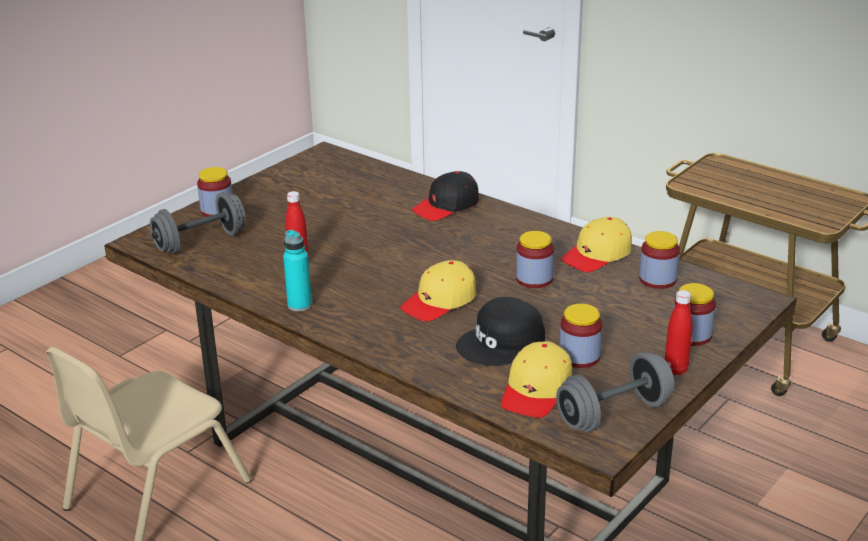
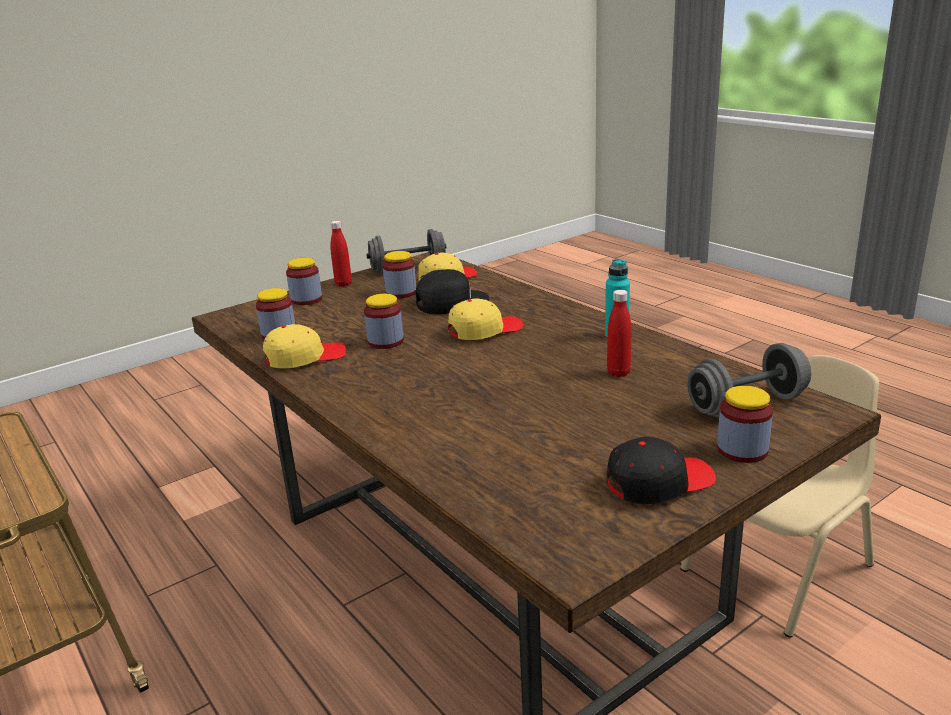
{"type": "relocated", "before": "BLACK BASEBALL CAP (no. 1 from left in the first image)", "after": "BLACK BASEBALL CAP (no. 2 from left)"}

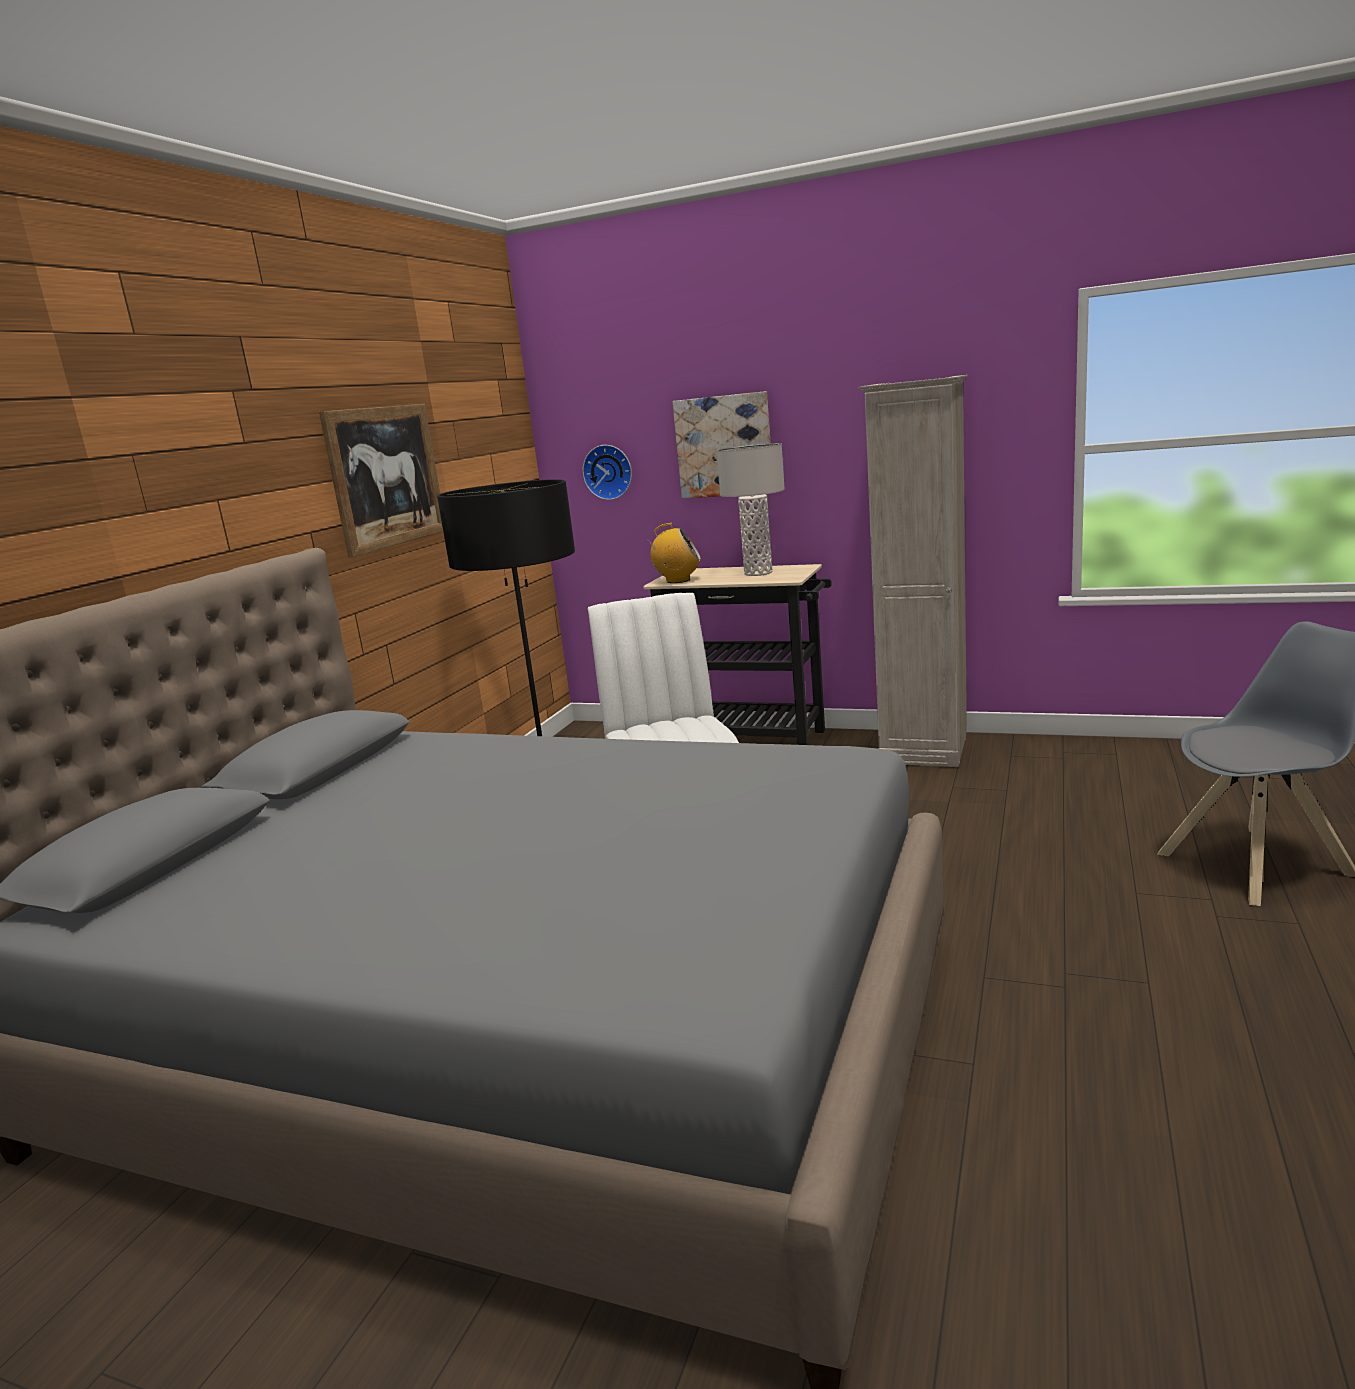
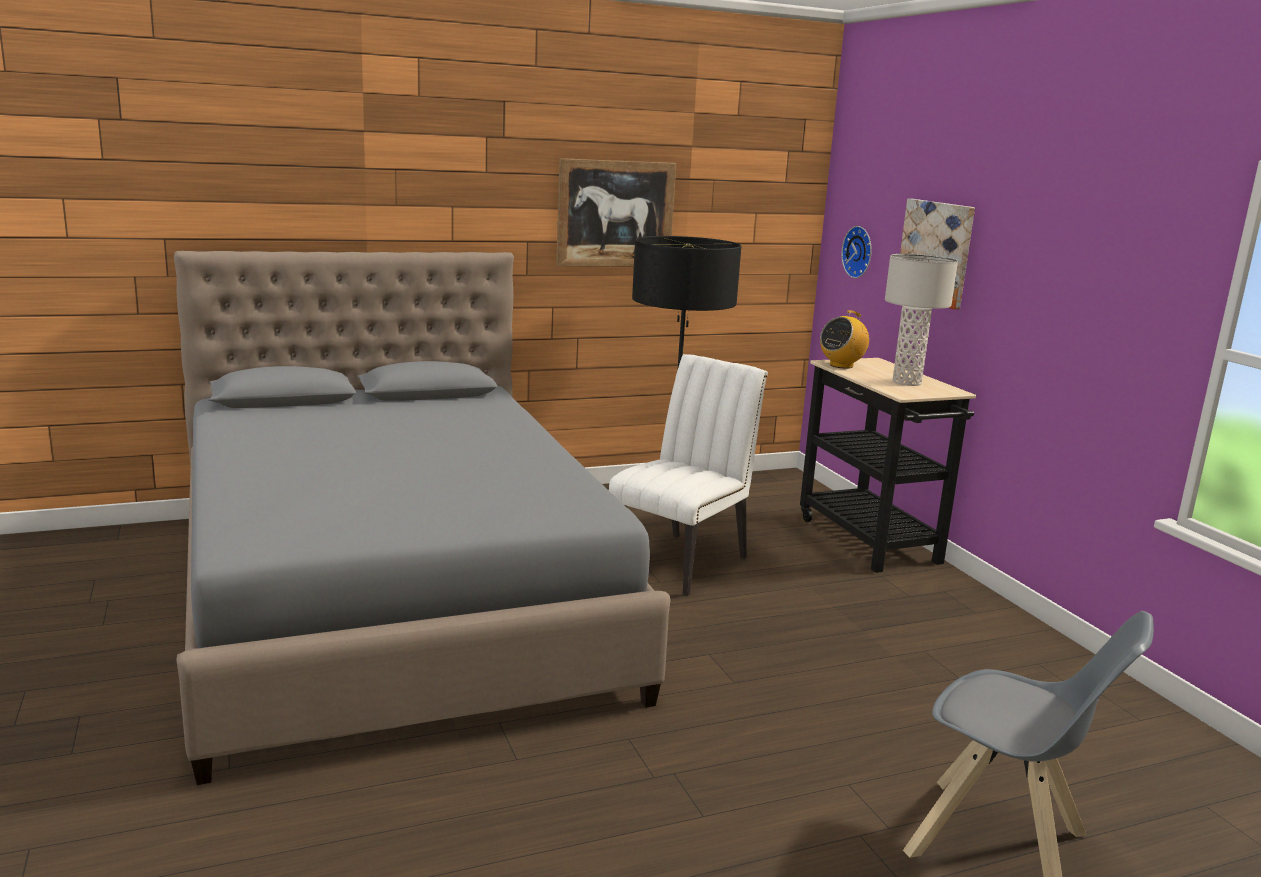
{"type": "spun", "before": "RADIO", "turn": 90}
{"type": "missing", "before": "SAND-COLOURED STORAGE CABINET"}

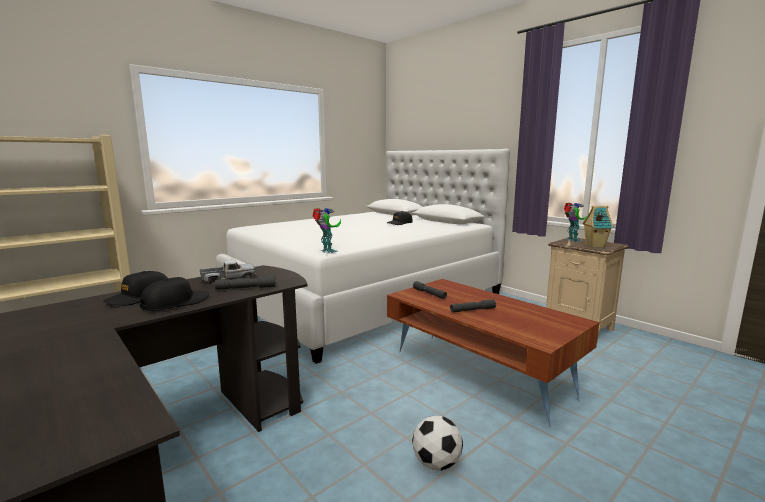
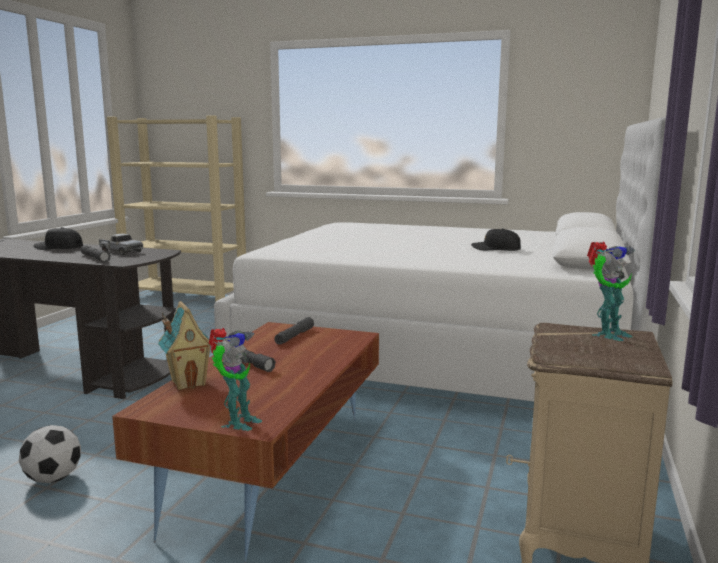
{"type": "relocated", "before": "TOY HOUSE"}
{"type": "relocated", "before": "ROBOT FIGURE (no. 1 from left)"}
{"type": "missing", "before": "BLACK BASEBALL CAP (no. 2 from left)"}

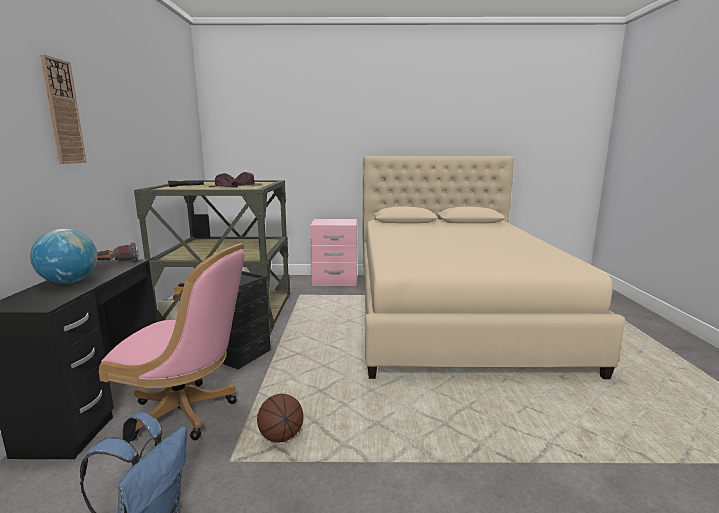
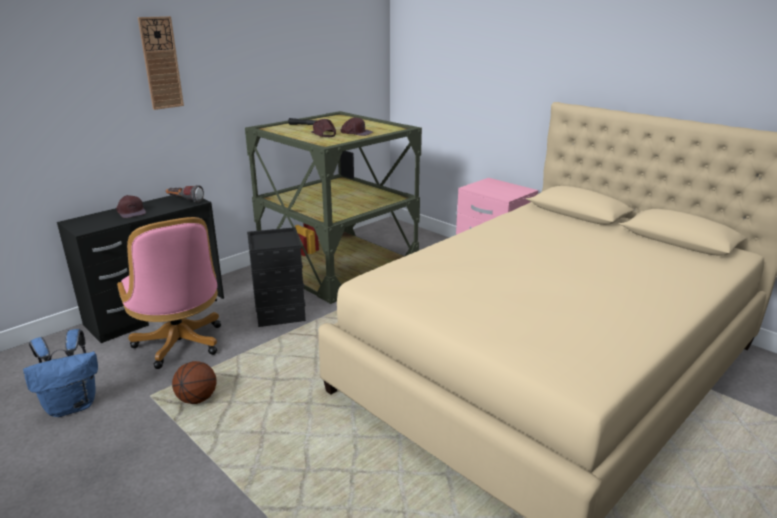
{"type": "exchanged", "before": "GLOBE", "after": "BROWN-COLOURED BASEBALL CAP (no. 1 from left)"}

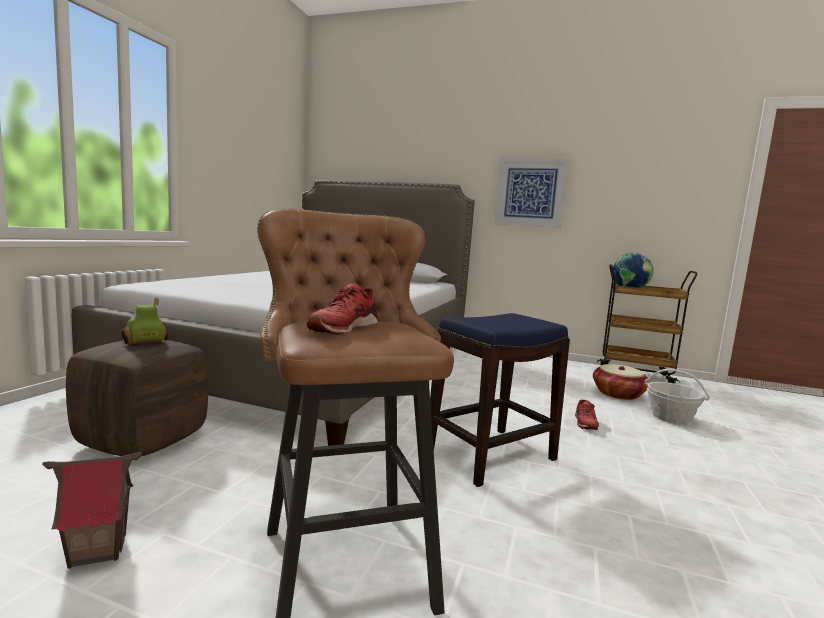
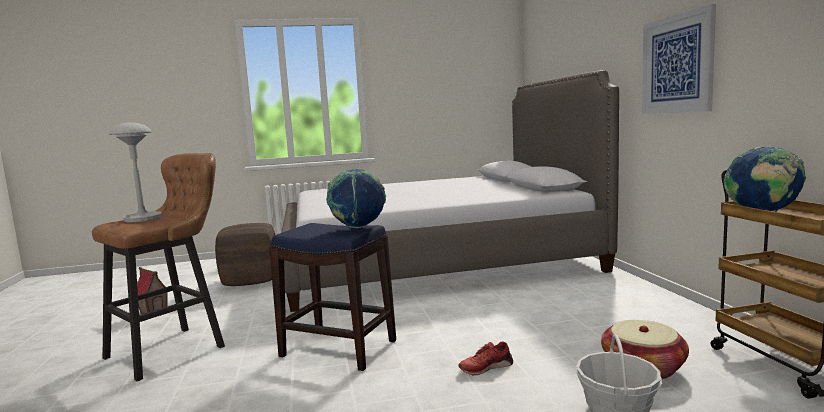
{"type": "exchanged", "before": "RED-COLOURED ITEM OF FOOTWEAR (no. 1 from left)", "after": "GREYISH TABLETOP LAMP"}
{"type": "appeared", "after": "GLOBE (no. 1 from left)"}
{"type": "missing", "before": "MINIATURE CAR"}

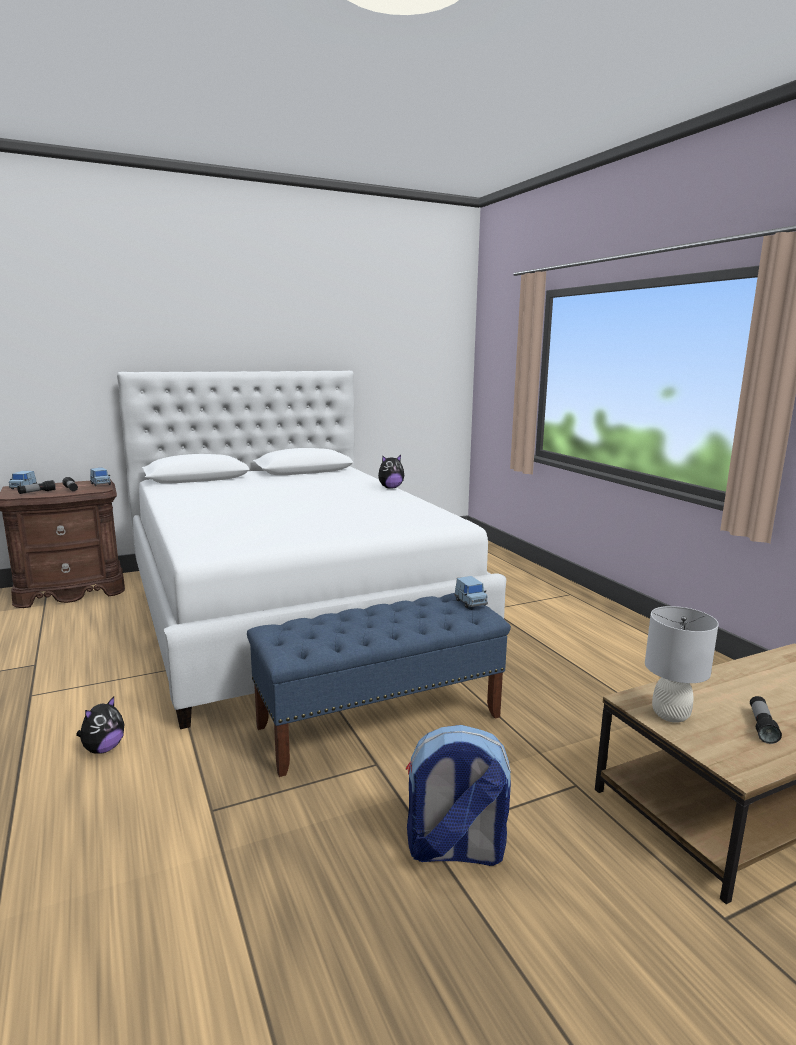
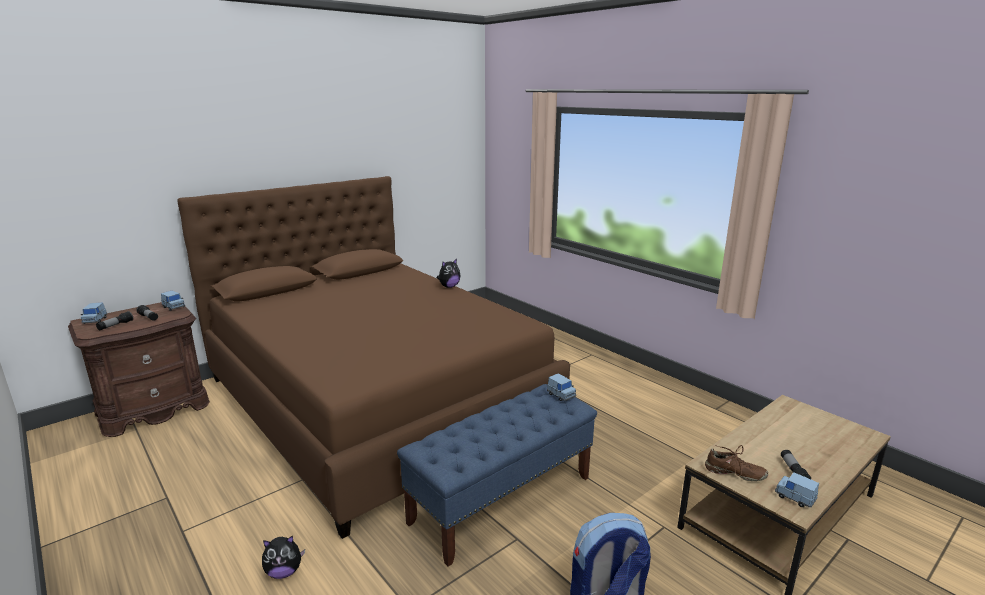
{"type": "colour", "before": "WHITE-COLOURED SLEEPING BED", "after": "BROWN-COLOURED SLEEPING BED"}
{"type": "spun", "before": "PLUSH TOY (no. 1 from left)", "turn": 60}
{"type": "exchanged", "before": "GREYISH TABLETOP LAMP", "after": "BROWN-COLOURED ITEM OF FOOTWEAR"}
{"type": "appeared", "after": "BLUE MINIATURE CAR (no. 4 from left)"}

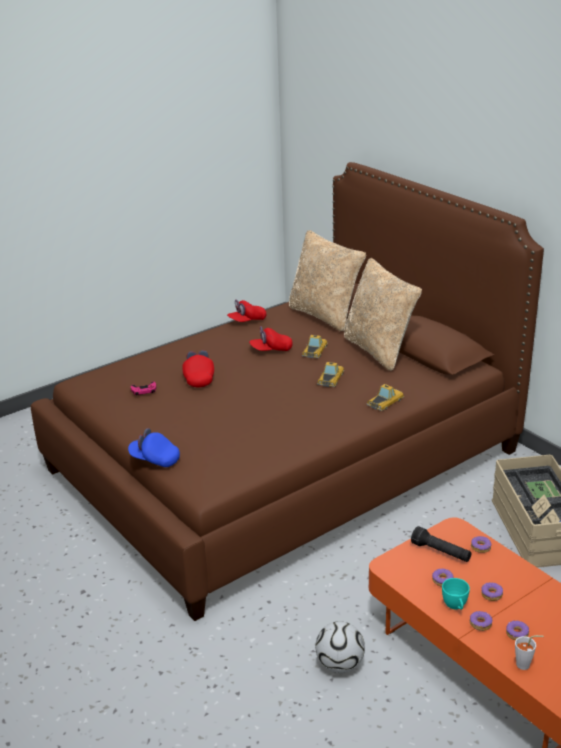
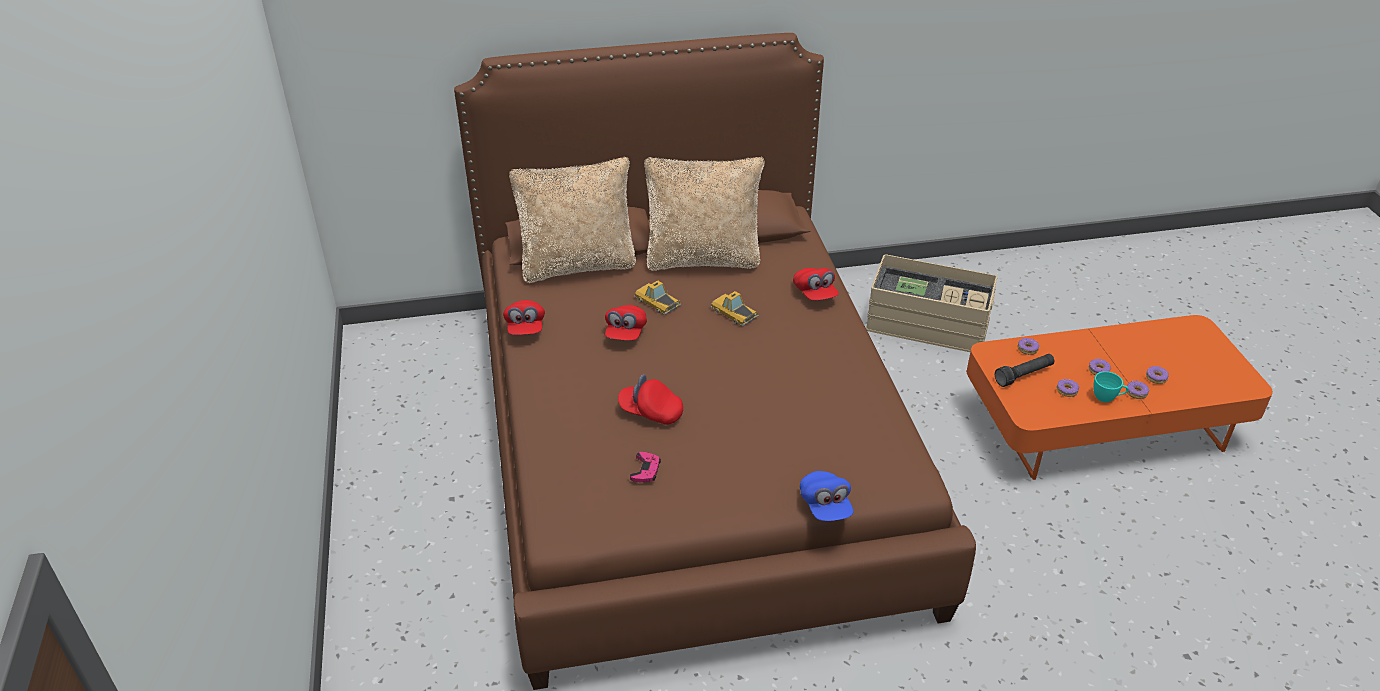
{"type": "exchanged", "before": "MINIATURE CAR (no. 3 from left)", "after": "RED-COLOURED BASEBALL CAP (no. 4 from left)"}
{"type": "spun", "before": "BLUE BASEBALL CAP", "turn": -60}
{"type": "missing", "before": "FOOTBALL"}
{"type": "missing", "before": "WHITE-COLOURED DRINKING CUP"}

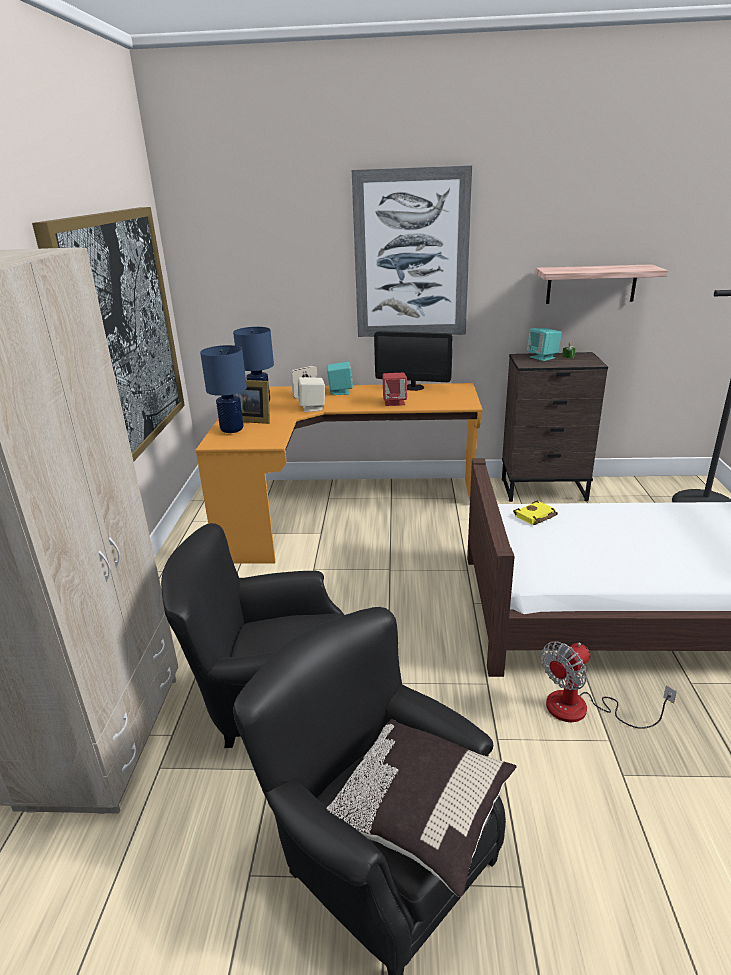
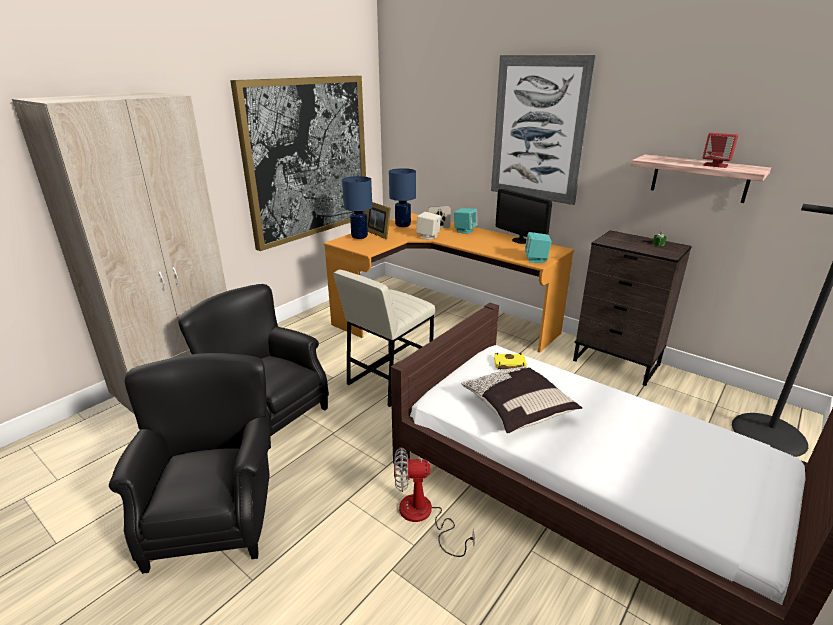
{"type": "appeared", "after": "SAND-COLOURED PLAIN CHAIR"}
{"type": "relocated", "before": "PILLOW"}
{"type": "relocated", "before": "TURQUOISE LOUDSPEAKER (no. 2 from left)"}
{"type": "relocated", "before": "RED-COLOURED LOUDSPEAKER"}

